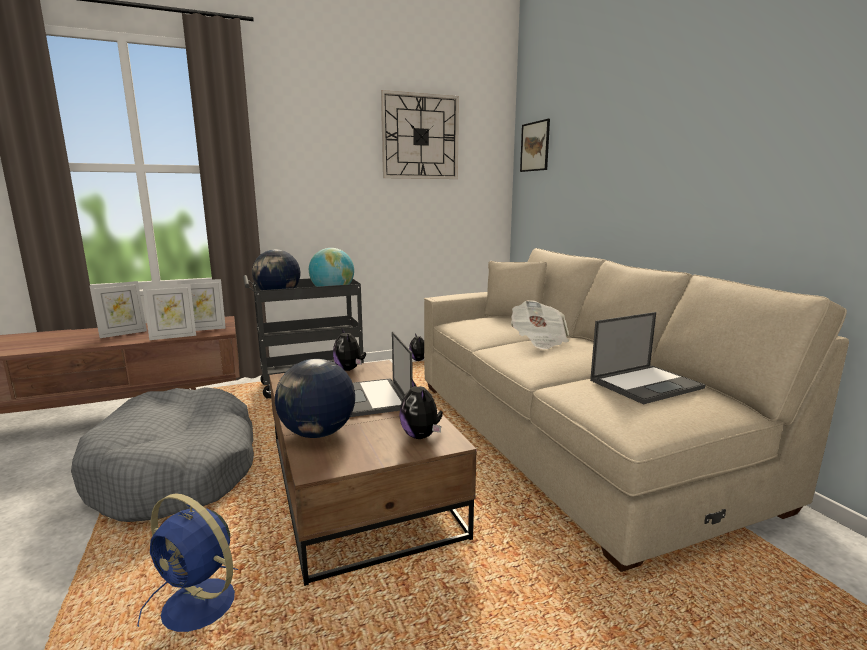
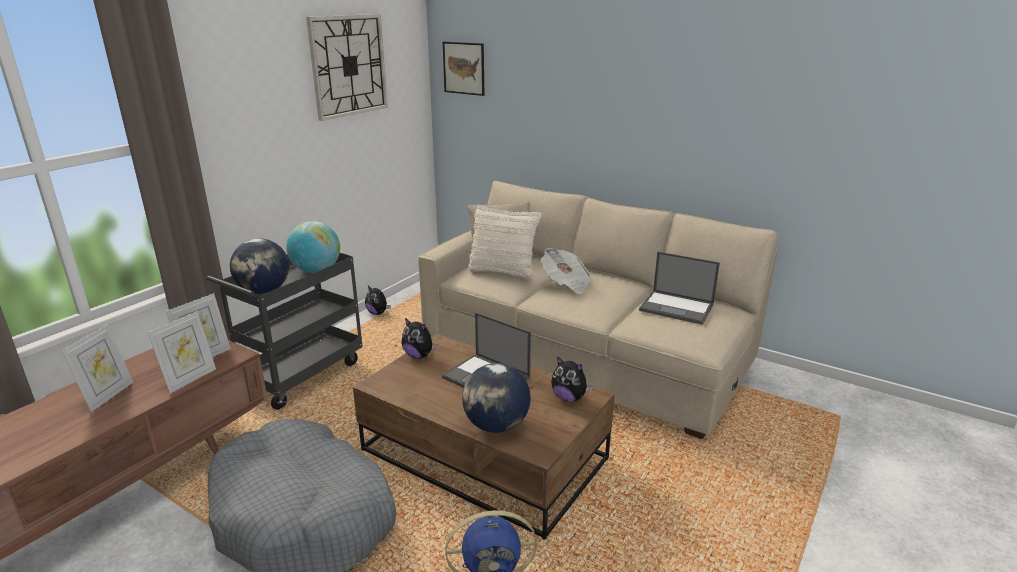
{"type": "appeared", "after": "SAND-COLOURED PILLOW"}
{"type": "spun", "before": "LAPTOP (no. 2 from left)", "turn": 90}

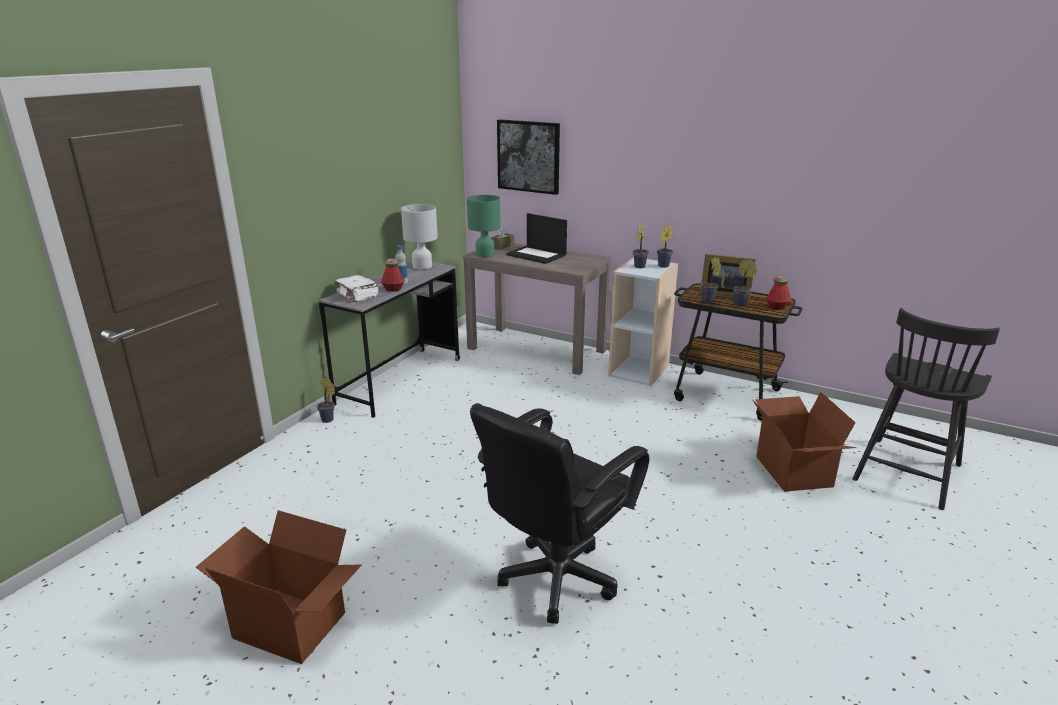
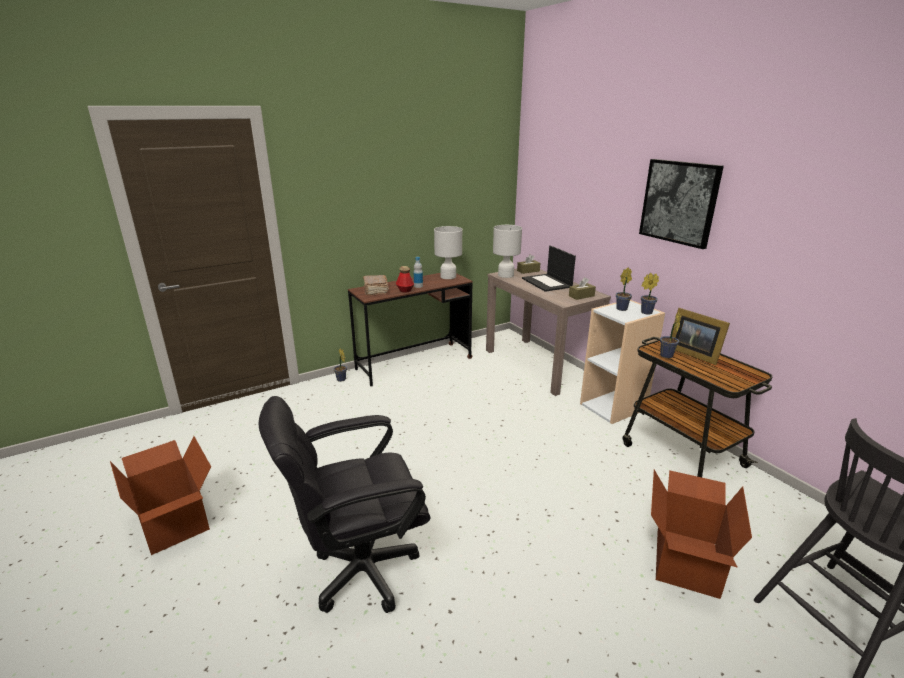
{"type": "colour", "before": "GREYISH DESK TABLE", "after": "BROWN-COLOURED DESK TABLE"}
{"type": "colour", "before": "WHITE-COLOURED VOLUME", "after": "BROWN-COLOURED VOLUME"}
{"type": "colour", "before": "GREENISH TABLETOP LAMP", "after": "GREYISH TABLETOP LAMP (no. 2 from left)"}
{"type": "appeared", "after": "BROWN-COLOURED TISSUE BOX (no. 2 from left)"}
{"type": "relocated", "before": "WALL PICTURE"}
{"type": "missing", "before": "POTTED PLANT (no. 5 from left)"}
{"type": "missing", "before": "DRINK BOTTLE (no. 3 from left)"}

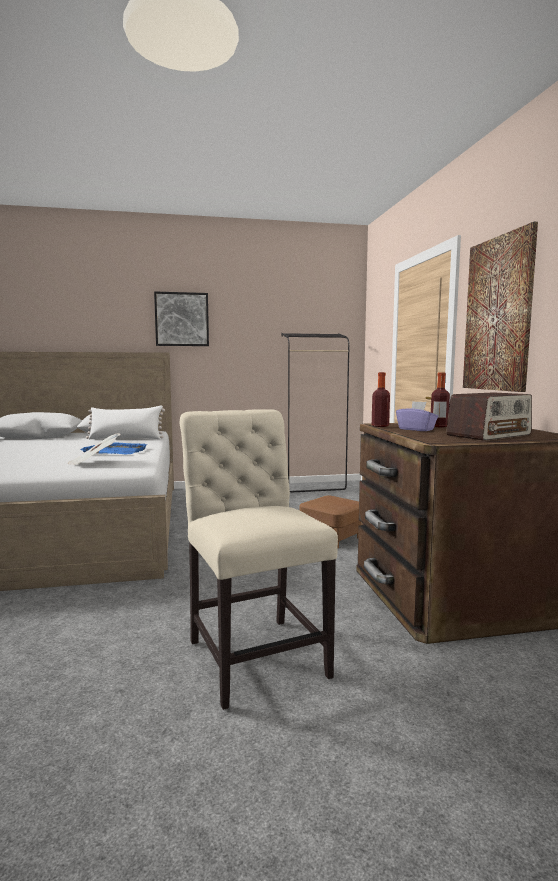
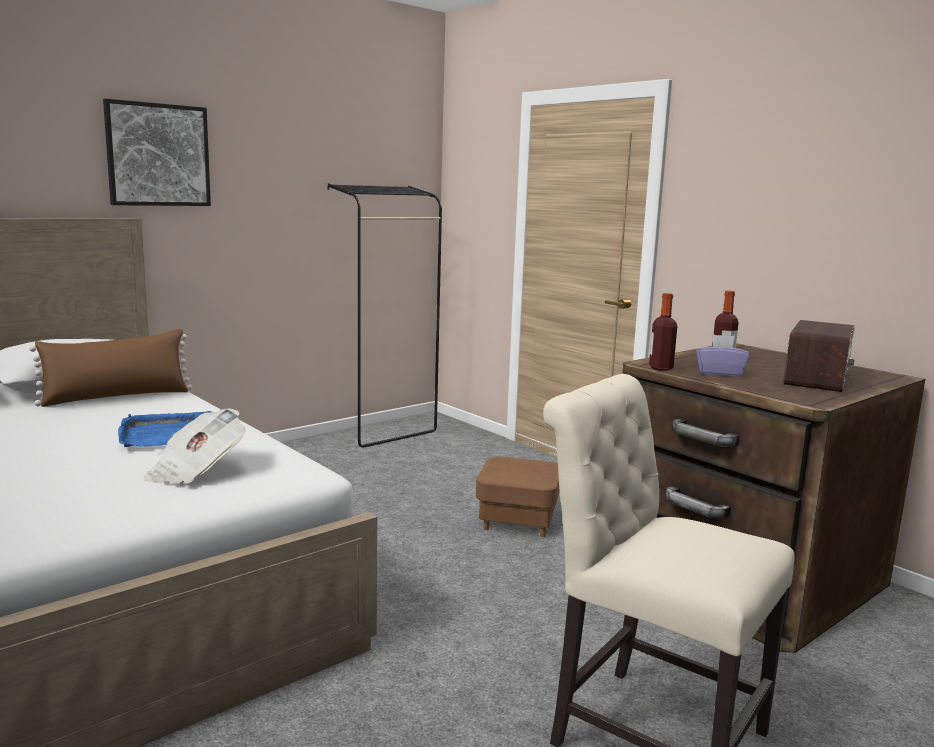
{"type": "colour", "before": "WHITE-COLOURED PILLOW", "after": "BROWN-COLOURED PILLOW"}
{"type": "missing", "before": "WALL PICTURE (no. 2 from left)"}

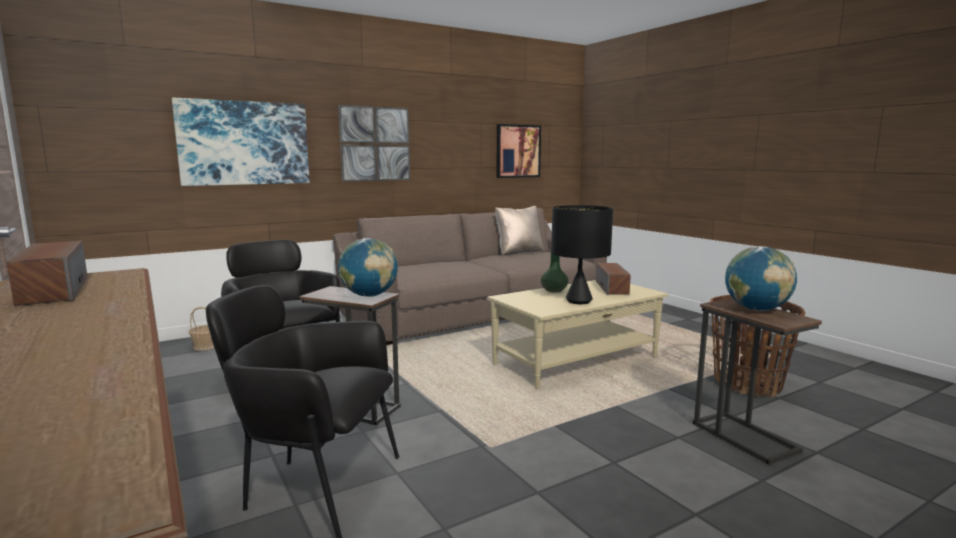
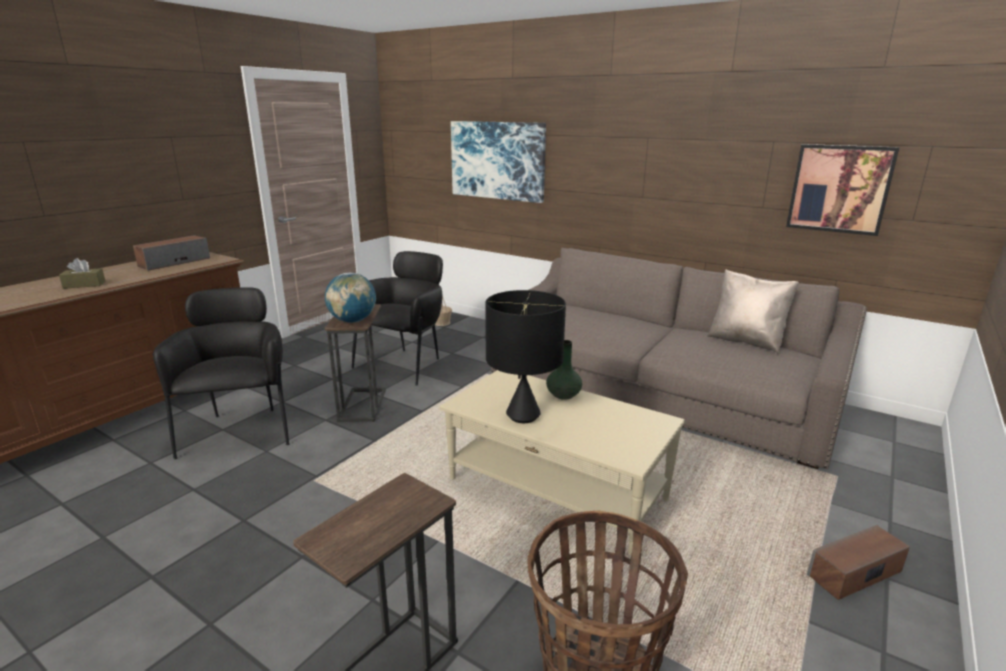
{"type": "appeared", "after": "BROWN-COLOURED TISSUE BOX"}
{"type": "relocated", "before": "LOUDSPEAKER (no. 2 from left)"}
{"type": "missing", "before": "WALL PICTURE (no. 2 from left)"}
{"type": "missing", "before": "GLOBE (no. 2 from left)"}

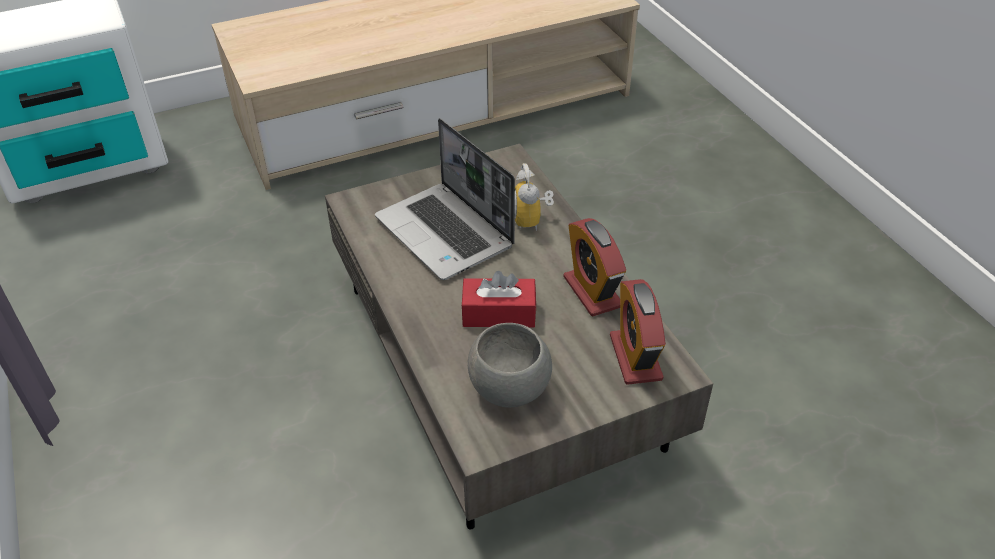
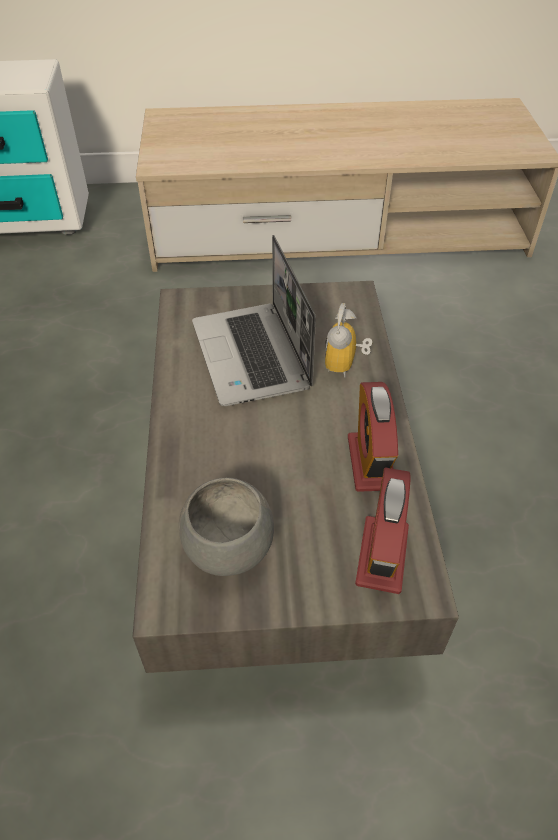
{"type": "missing", "before": "RED-COLOURED TISSUE BOX"}

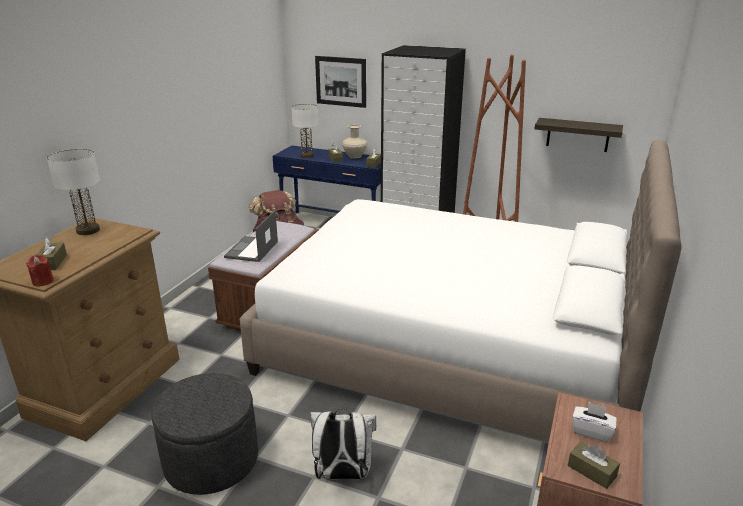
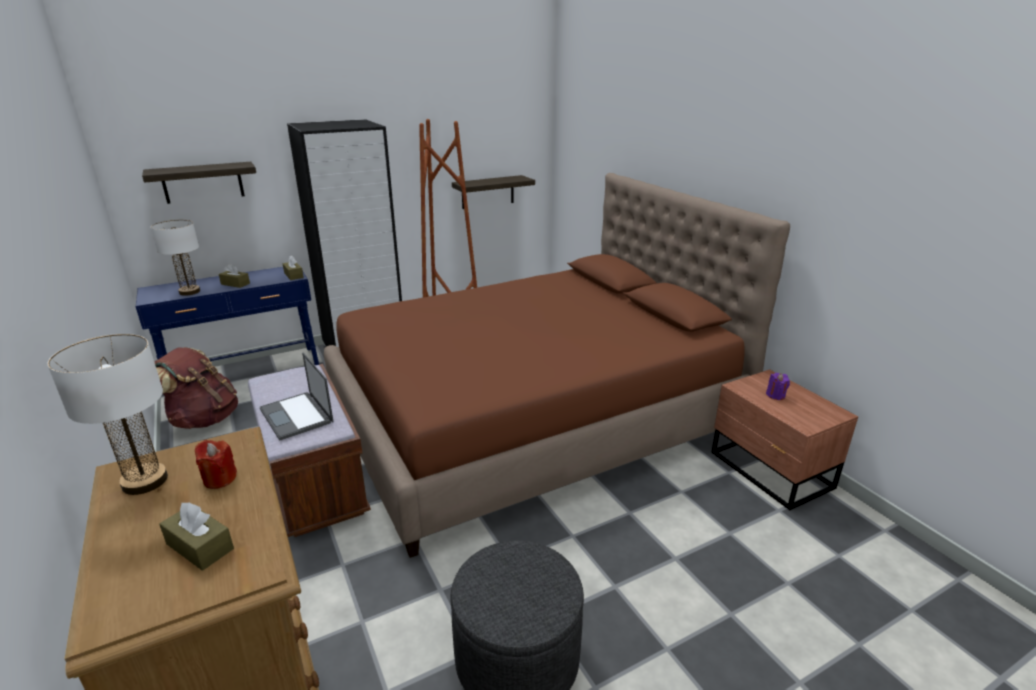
{"type": "exchanged", "before": "WALL PICTURE", "after": "BRACKET SHELF (no. 1 from left)"}
{"type": "relocated", "before": "RED-COLOURED WAX LIGHT"}
{"type": "colour", "before": "WHITE-COLOURED SLEEPING BED", "after": "BROWN-COLOURED SLEEPING BED"}
{"type": "exchanged", "before": "WHITE-COLOURED TISSUE BOX", "after": "PURPLE WAX LIGHT"}
{"type": "missing", "before": "WHITE-COLOURED BACKPACK"}
{"type": "missing", "before": "SAND-COLOURED FLOWER VASE"}
{"type": "missing", "before": "BROWN-COLOURED TISSUE BOX (no. 4 from left)"}

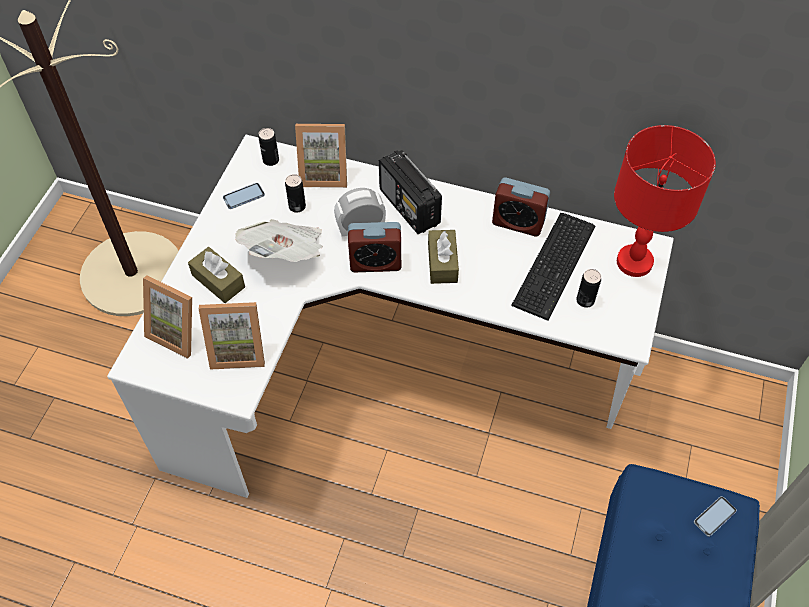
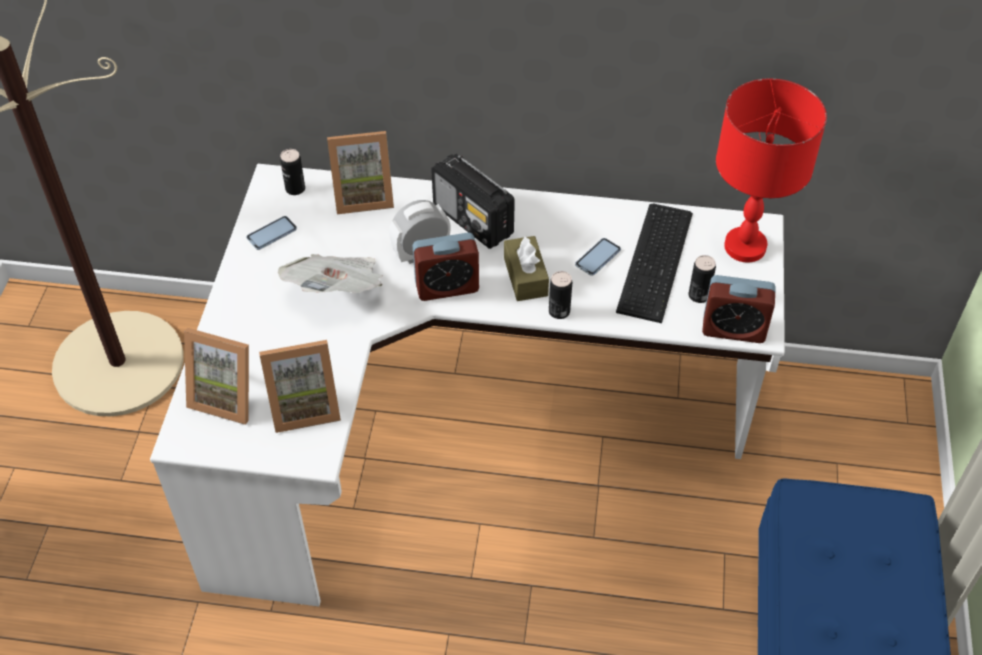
{"type": "relocated", "before": "CAN (no. 2 from left)"}
{"type": "relocated", "before": "HANDSET (no. 2 from left)"}
{"type": "relocated", "before": "ALARM CLOCK (no. 3 from left)"}
{"type": "missing", "before": "BROWN-COLOURED TISSUE BOX (no. 1 from left)"}

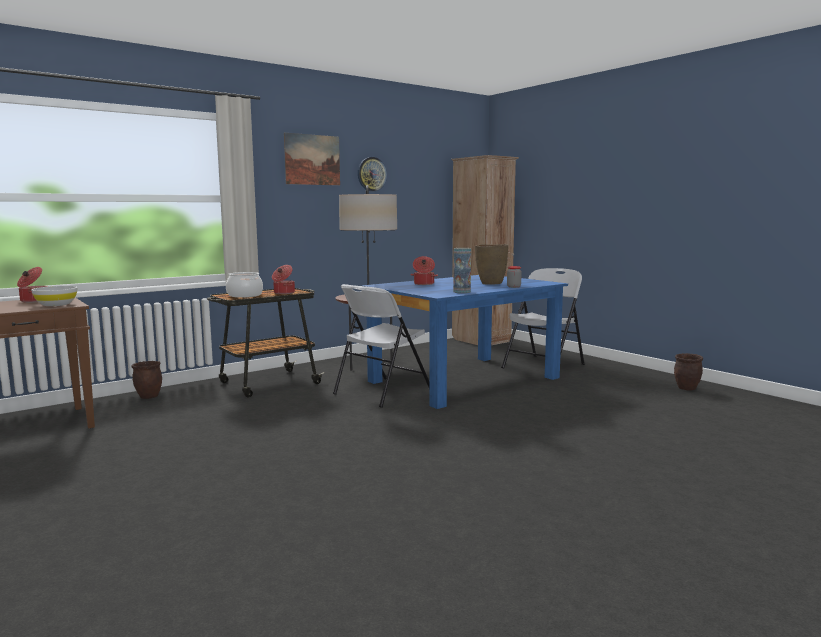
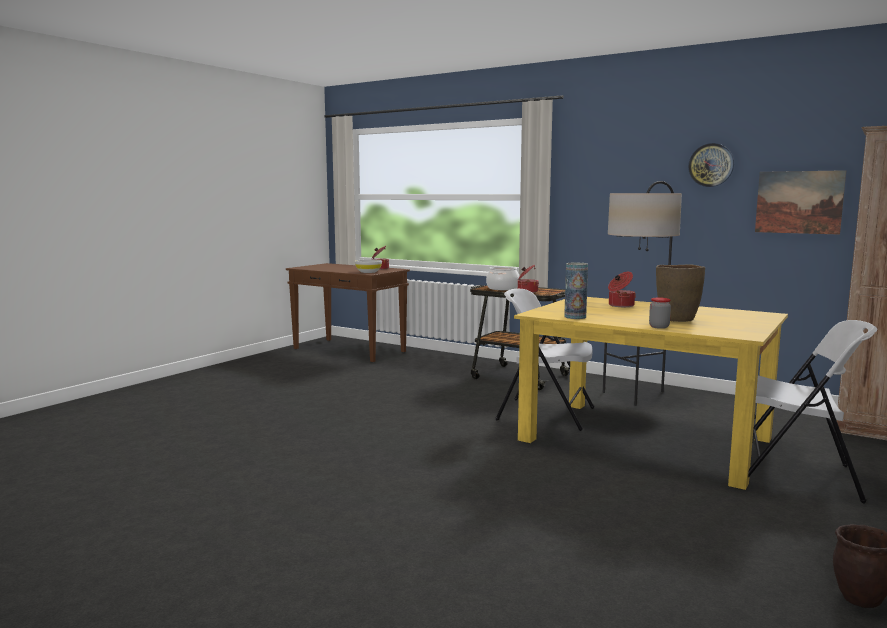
{"type": "colour", "before": "BLUE DINING TABLE", "after": "YELLOWISH DINING TABLE"}
{"type": "relocated", "before": "WALL PICTURE"}
{"type": "missing", "before": "BROWN-COLOURED PLANTER (no. 1 from left)"}

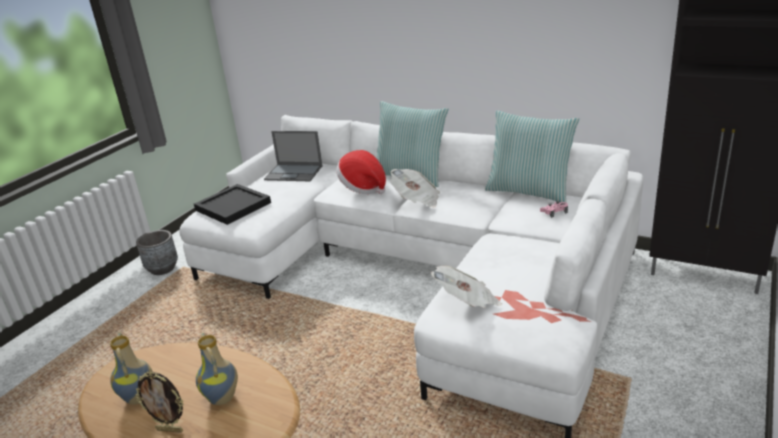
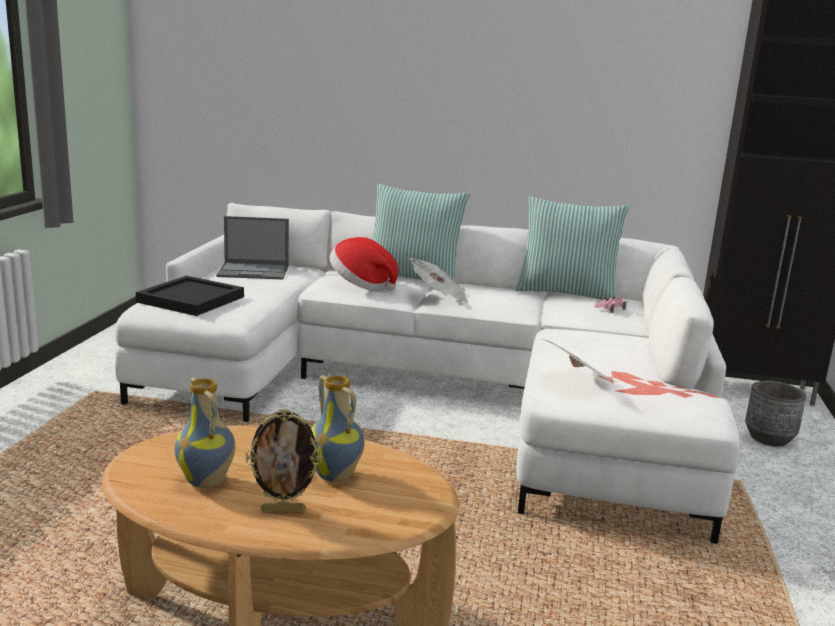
{"type": "relocated", "before": "GREYISH PLANTER"}

